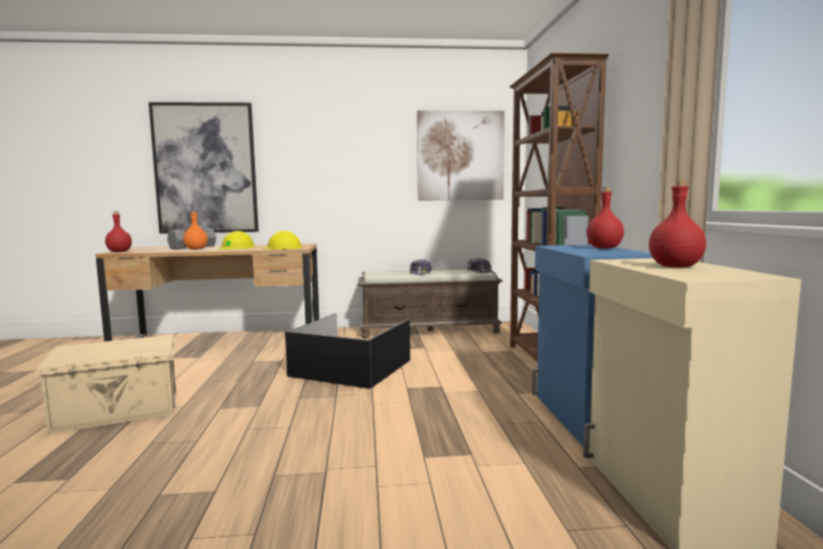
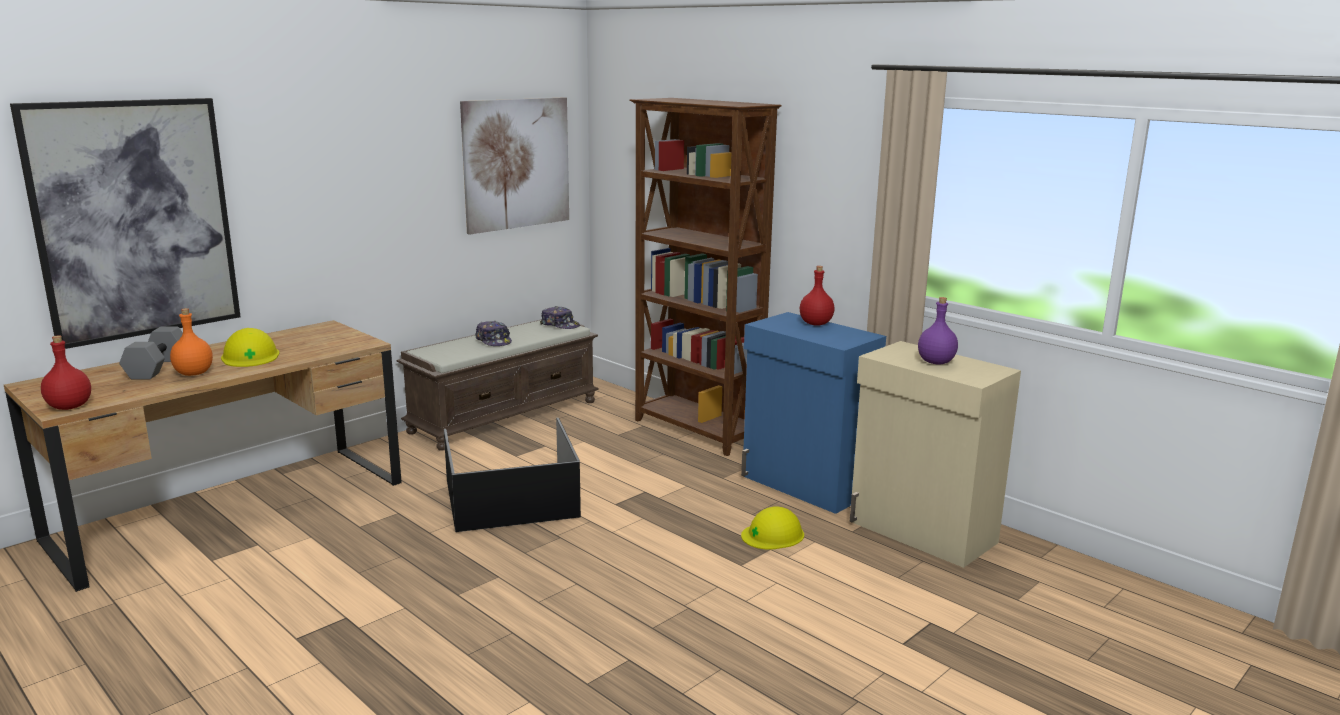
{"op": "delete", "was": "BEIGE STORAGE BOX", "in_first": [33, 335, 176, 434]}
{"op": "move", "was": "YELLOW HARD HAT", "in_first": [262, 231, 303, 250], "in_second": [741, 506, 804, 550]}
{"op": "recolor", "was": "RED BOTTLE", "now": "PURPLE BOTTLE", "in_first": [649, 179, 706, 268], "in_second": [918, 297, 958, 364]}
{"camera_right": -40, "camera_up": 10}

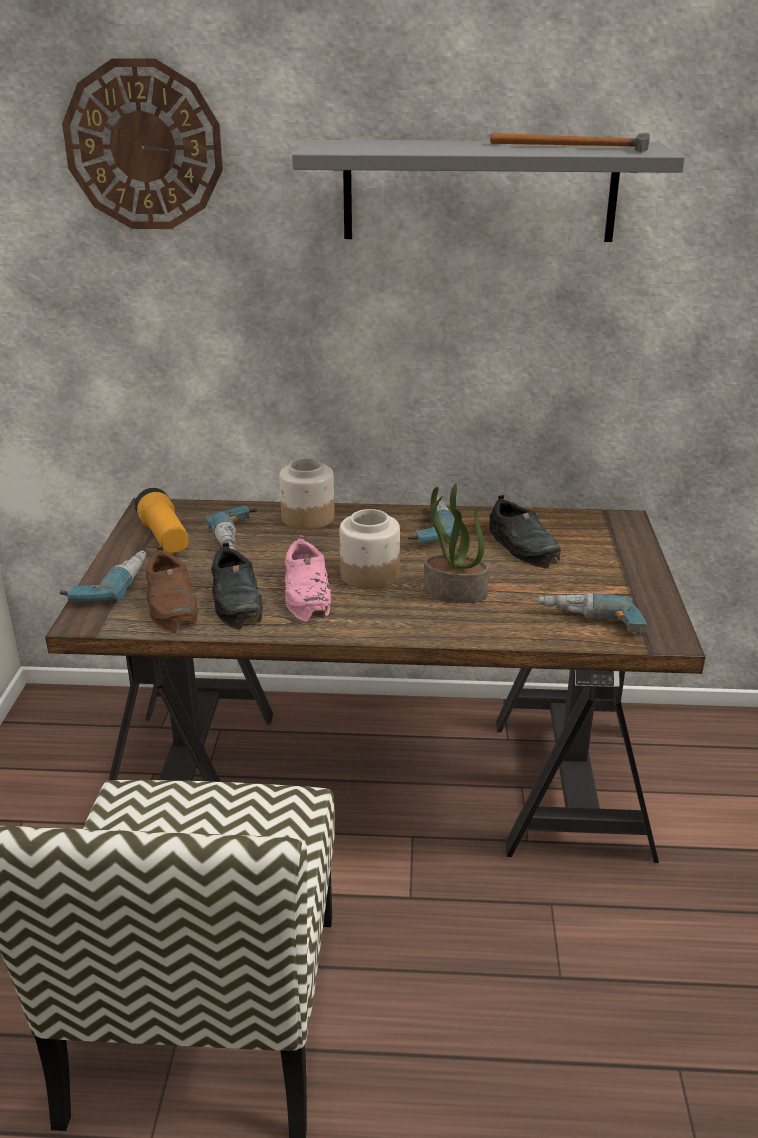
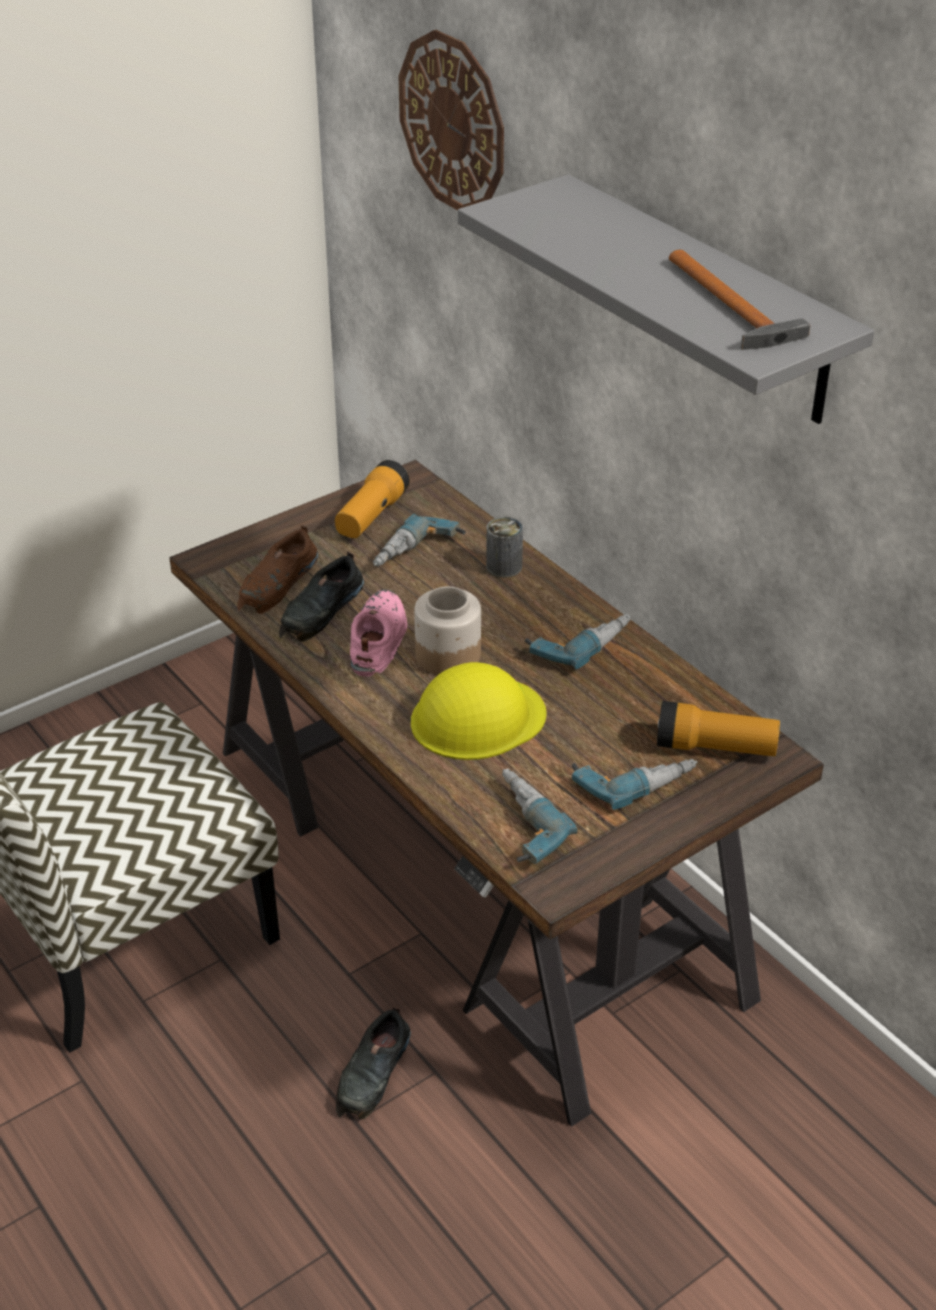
{"op": "move", "was": "POWER DRILL", "in_first": [60, 551, 146, 601], "in_second": [572, 759, 697, 810]}
{"op": "replace", "was": "JAR", "now": "CAN", "in_first": [279, 458, 335, 530], "in_second": [486, 517, 523, 578]}
{"op": "rotate", "was": "PINK SHOE", "in_first": [284, 535, 331, 622], "in_second": [350, 589, 407, 676], "clockwise": 150}
{"op": "replace", "was": "POTTED PLANT", "now": "YELLOW HARD HAT", "in_first": [423, 484, 489, 603], "in_second": [411, 662, 546, 760]}
{"op": "move", "was": "BLACK SHOE", "in_first": [489, 495, 561, 568], "in_second": [336, 1006, 411, 1119]}
{"op": "insert", "now": "FLASHLIGHT", "in_second": [657, 701, 780, 757]}
{"camera_right": 50, "camera_up": 10}

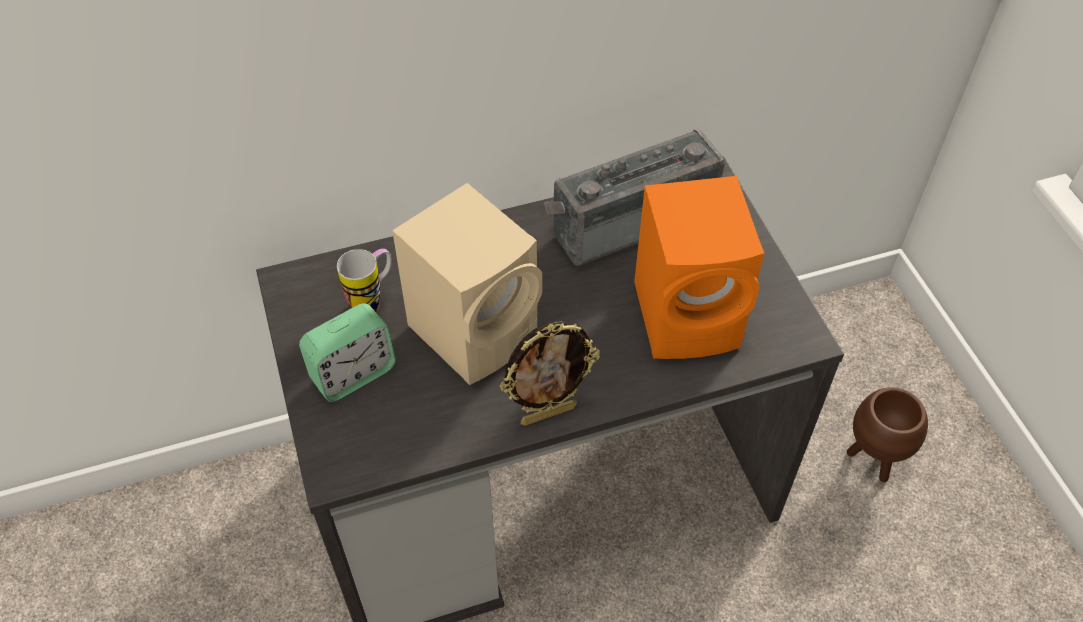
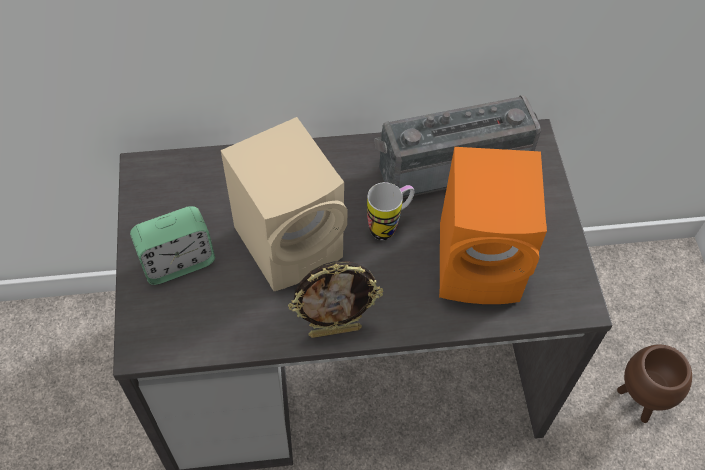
{"op": "move", "was": "MUG", "in_first": [337, 249, 392, 312], "in_second": [367, 182, 414, 240]}
{"camera_right": 10, "camera_up": 5}

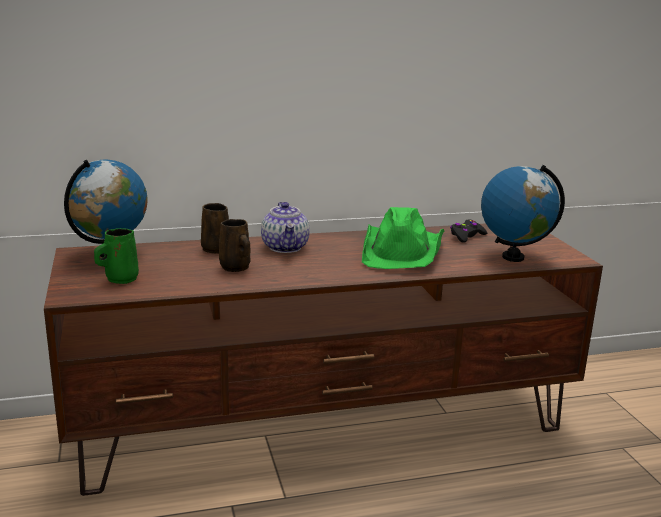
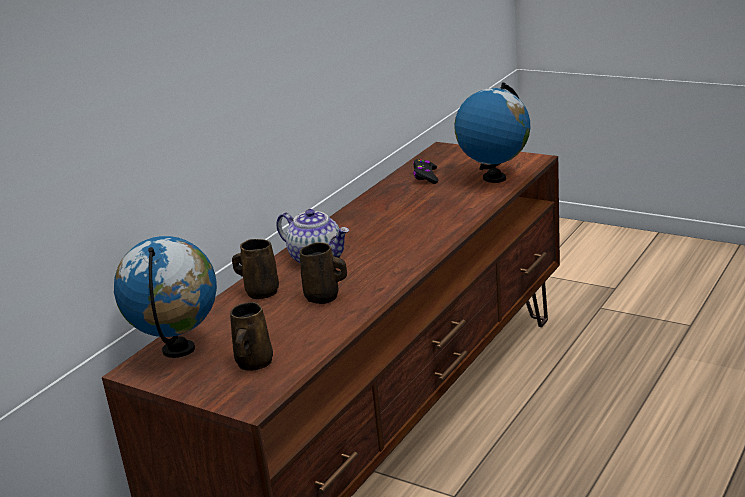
{"op": "recolor", "was": "GREEN MUG", "now": "BROWN MUG", "in_first": [94, 228, 139, 284], "in_second": [230, 302, 273, 371]}
{"op": "delete", "was": "GREEN HAT", "in_first": [362, 207, 444, 269]}
{"camera_right": -40, "camera_up": 5}

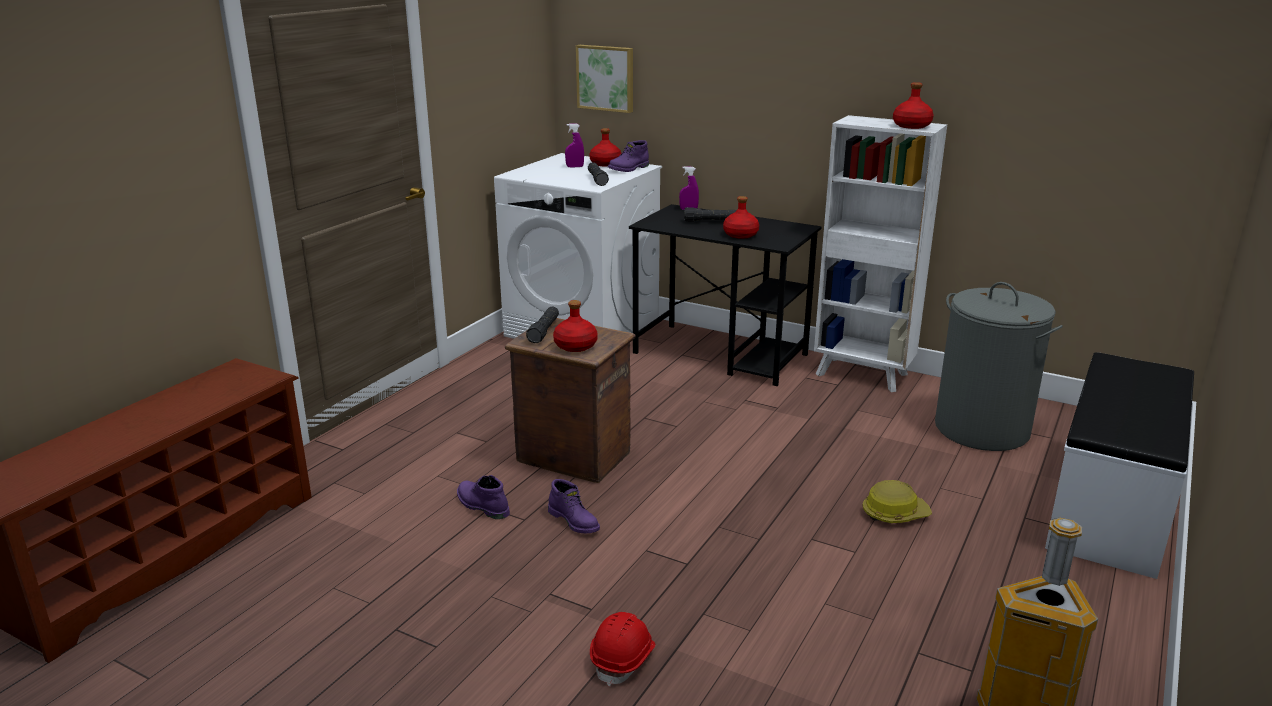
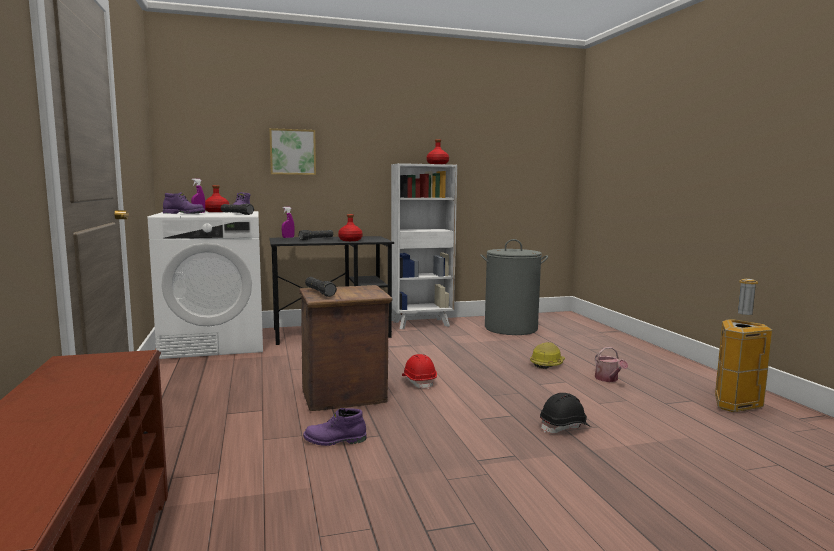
{"op": "move", "was": "PURPLE BOOT", "in_first": [548, 479, 600, 534], "in_second": [163, 192, 205, 214]}
{"op": "delete", "was": "RED BOTTLE", "in_first": [553, 300, 598, 352]}
{"op": "move", "was": "PICTURE", "in_first": [576, 45, 633, 113], "in_second": [269, 128, 316, 175]}
{"op": "move", "was": "RED HARD HAT", "in_first": [590, 612, 655, 687], "in_second": [402, 354, 437, 389]}
{"op": "delete", "was": "WHITE BENCH", "in_first": [1045, 352, 1194, 579]}
{"op": "insert", "now": "BLACK HARD HAT", "in_second": [540, 393, 591, 433]}
{"op": "insert", "now": "WATERING CAN", "in_second": [595, 347, 628, 382]}
{"camera_right": -45, "camera_up": -15}

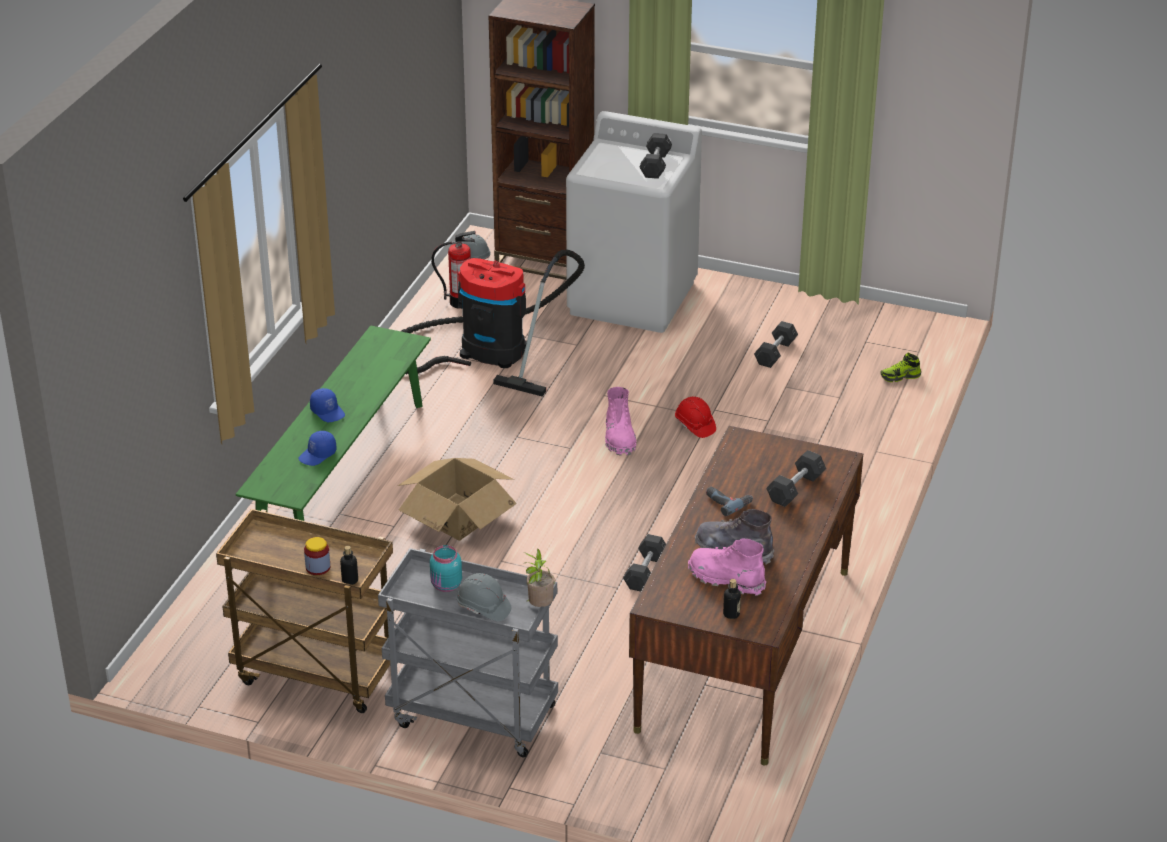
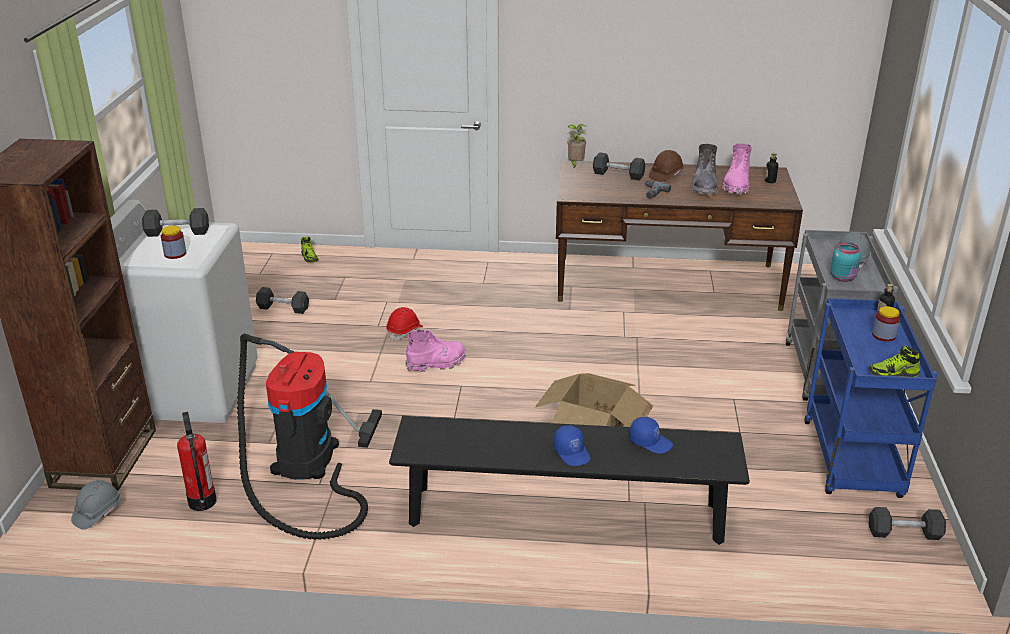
{"op": "recolor", "was": "BROWN CART", "now": "BLUE CART", "in_first": [216, 509, 393, 713], "in_second": [804, 298, 937, 498]}
{"op": "recolor", "was": "GREEN BENCH", "now": "BLACK BENCH", "in_first": [236, 325, 431, 521], "in_second": [389, 416, 750, 545]}
{"op": "rotate", "was": "BLUE CAP", "in_first": [310, 388, 345, 422], "in_second": [553, 425, 591, 466], "clockwise": 120}
{"op": "move", "was": "POTTED PLANT", "in_first": [523, 548, 555, 607], "in_second": [567, 124, 587, 169]}
{"op": "move", "was": "GREY DUMBBELL", "in_first": [623, 534, 666, 592], "in_second": [869, 507, 946, 540]}
{"op": "insert", "now": "JAR", "in_second": [161, 226, 186, 259]}
{"op": "insert", "now": "BROWN HARD HAT", "in_second": [649, 150, 684, 182]}
{"op": "insert", "now": "SHOE", "in_second": [869, 345, 920, 377]}
{"camera_right": -105, "camera_up": -5}

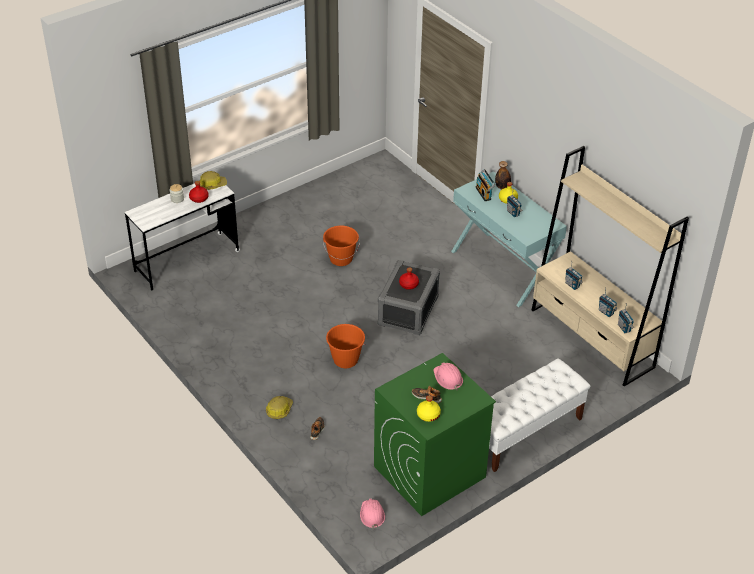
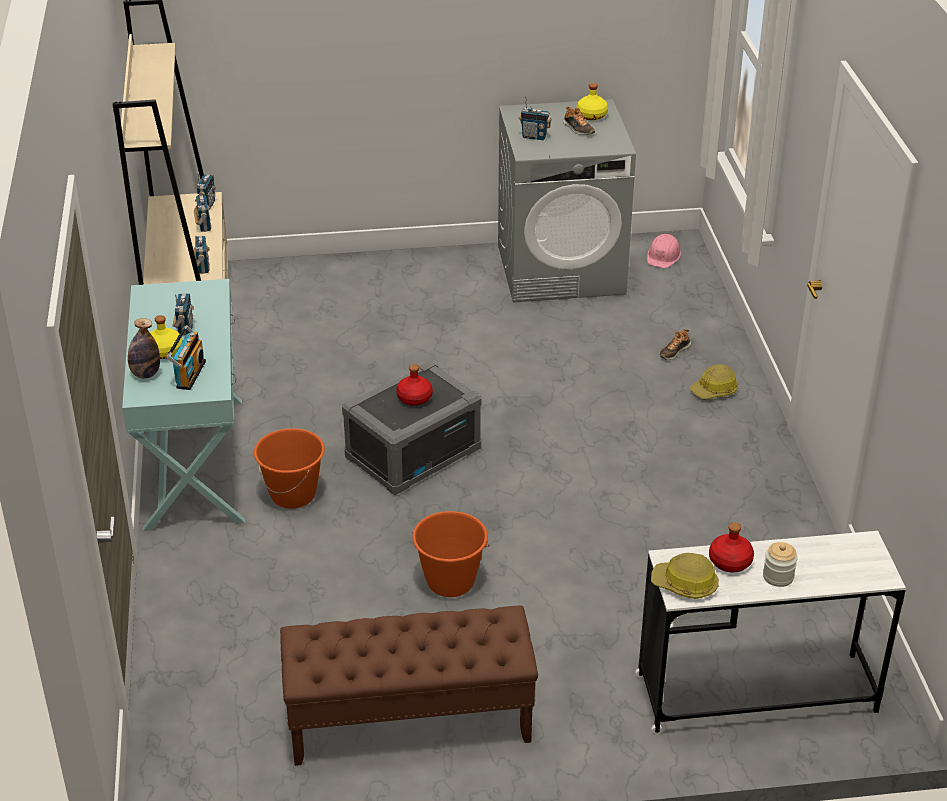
{"op": "move", "was": "ORANGE BUCKET", "in_first": [326, 324, 366, 368], "in_second": [254, 428, 325, 509]}
{"op": "recolor", "was": "GREEN WASHING MACHINE", "now": "GREY WASHING MACHINE", "in_first": [374, 353, 496, 516], "in_second": [498, 99, 636, 302]}
{"op": "replace", "was": "PINK HARD HAT", "now": "RADIO", "in_first": [434, 362, 463, 390], "in_second": [519, 95, 551, 140]}
{"op": "delete", "was": "WHITE BENCH", "in_first": [489, 358, 590, 472]}
{"op": "insert", "now": "BROWN BENCH", "in_second": [280, 605, 538, 766]}
{"camera_right": -150, "camera_up": -5}

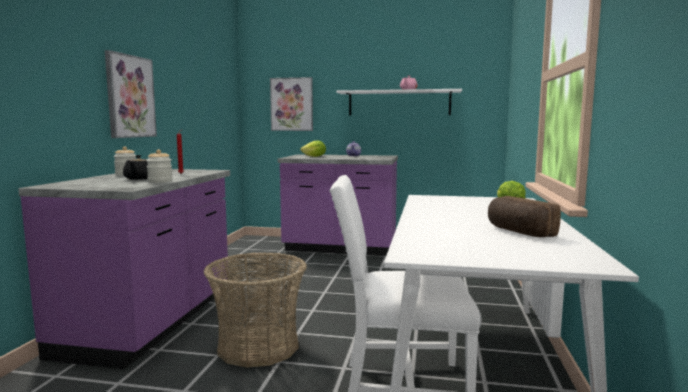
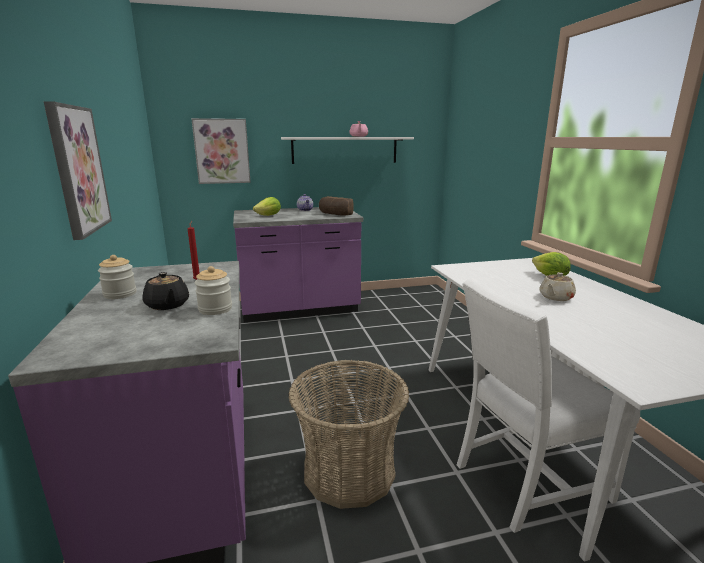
{"op": "move", "was": "BREAD", "in_first": [488, 196, 561, 237], "in_second": [319, 196, 353, 216]}
{"op": "insert", "now": "BEIGE TEAPOT", "in_second": [539, 272, 576, 301]}
{"camera_right": -25, "camera_up": 10}

